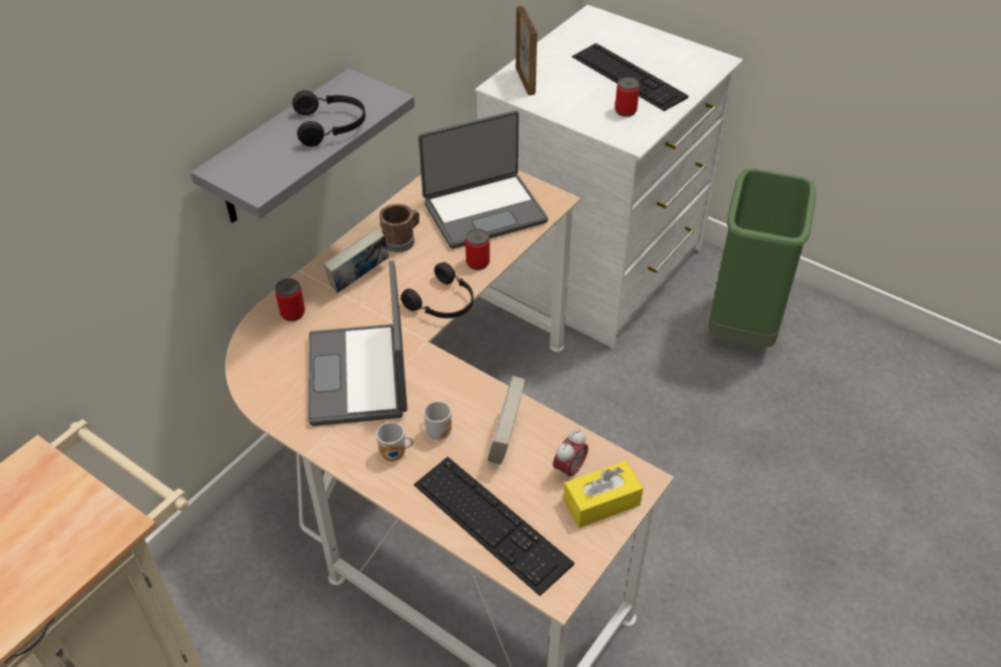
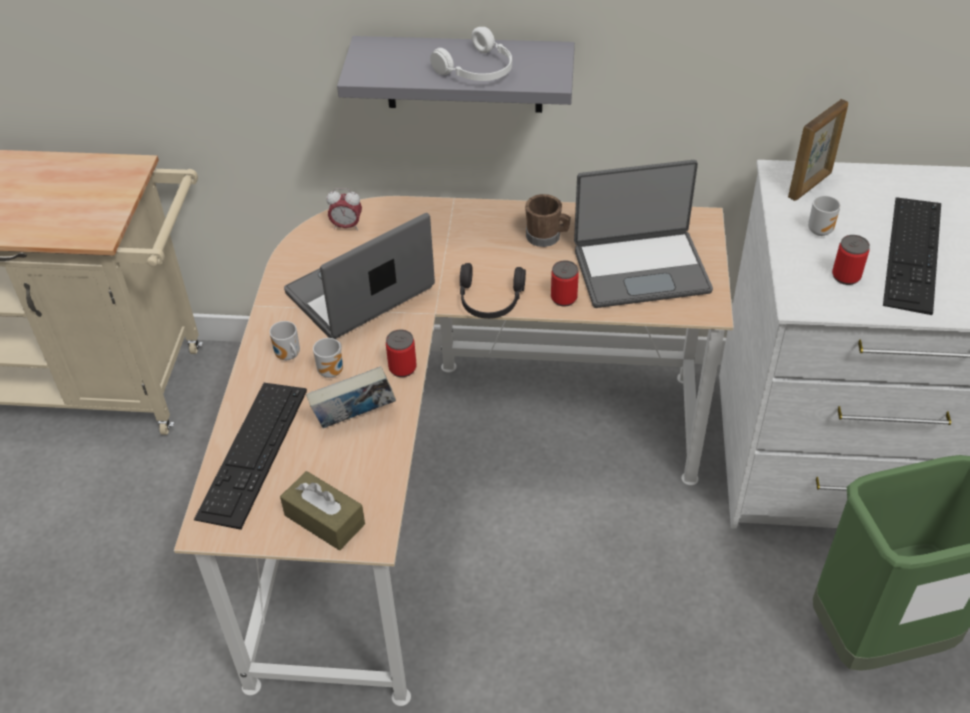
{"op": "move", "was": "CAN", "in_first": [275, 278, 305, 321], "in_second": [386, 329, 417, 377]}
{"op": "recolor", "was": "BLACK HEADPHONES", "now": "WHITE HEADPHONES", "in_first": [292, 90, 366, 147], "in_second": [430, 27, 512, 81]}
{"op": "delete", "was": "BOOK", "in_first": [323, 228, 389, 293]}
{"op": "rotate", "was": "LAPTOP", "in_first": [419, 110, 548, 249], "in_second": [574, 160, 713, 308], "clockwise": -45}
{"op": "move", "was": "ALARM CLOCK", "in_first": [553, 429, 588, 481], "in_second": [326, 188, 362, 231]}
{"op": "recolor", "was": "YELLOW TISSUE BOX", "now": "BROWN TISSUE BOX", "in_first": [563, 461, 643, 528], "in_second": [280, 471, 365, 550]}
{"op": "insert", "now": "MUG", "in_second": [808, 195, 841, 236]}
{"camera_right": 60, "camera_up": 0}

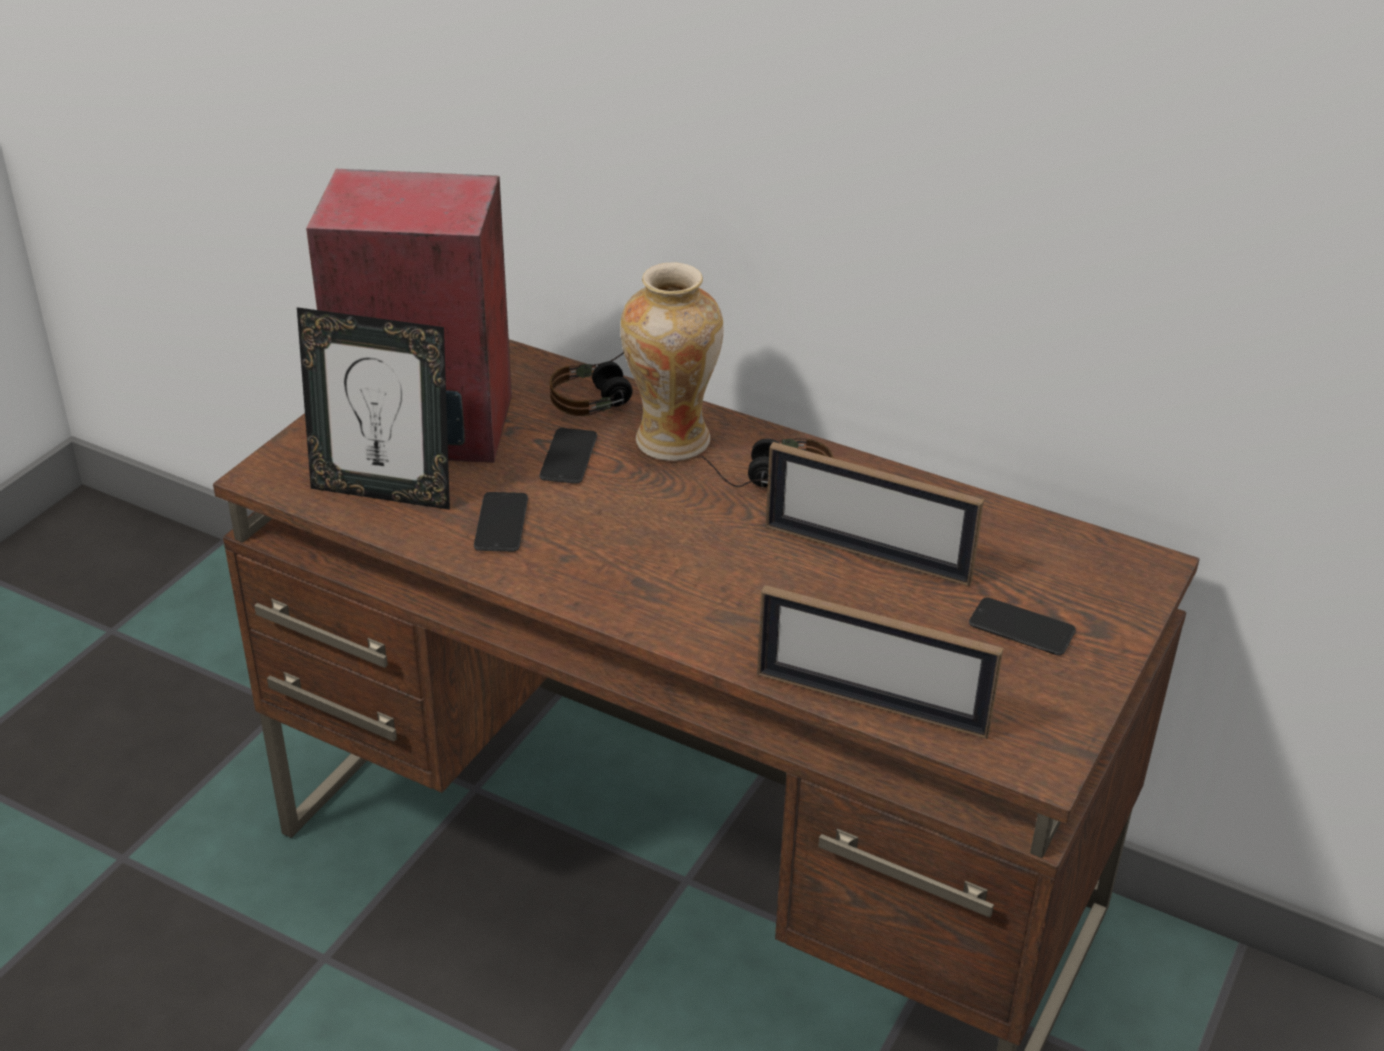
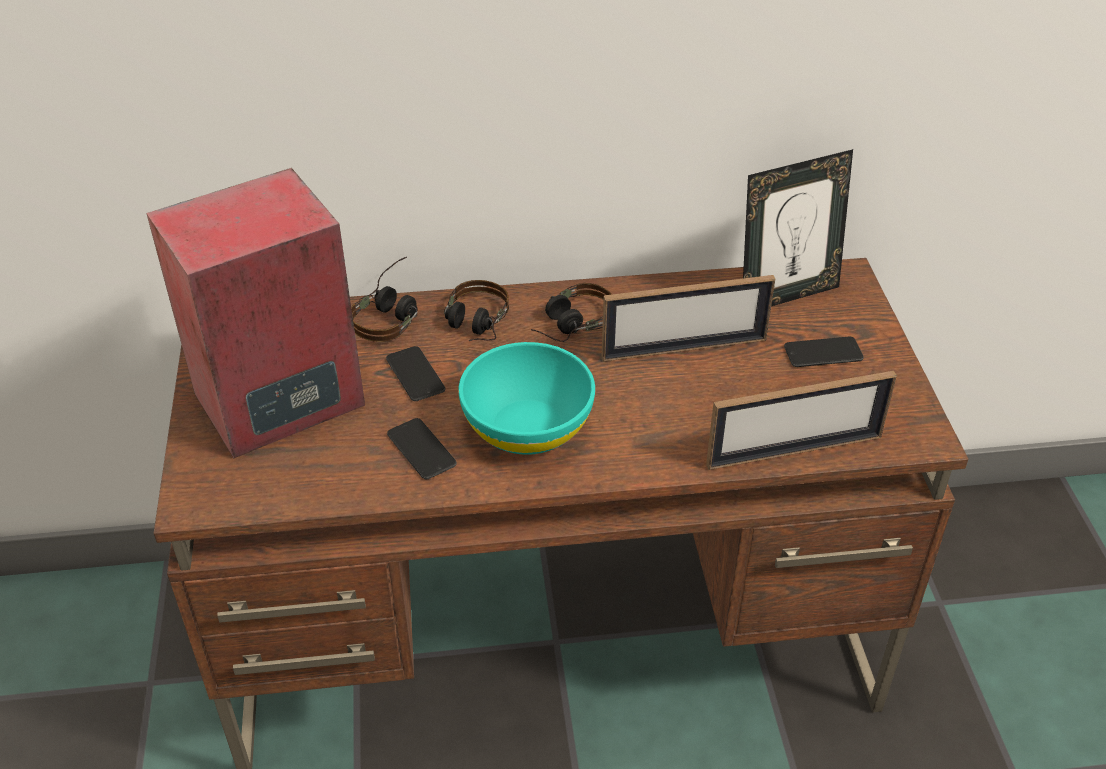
{"op": "move", "was": "PICTURE FRAME", "in_first": [297, 307, 450, 510], "in_second": [743, 149, 853, 306]}
{"op": "replace", "was": "VASE", "now": "HEADPHONES", "in_first": [620, 263, 723, 461], "in_second": [444, 280, 509, 341]}
{"op": "insert", "now": "TURQUOISE BOWL", "in_second": [458, 342, 595, 455]}
{"camera_right": -35, "camera_up": 5}

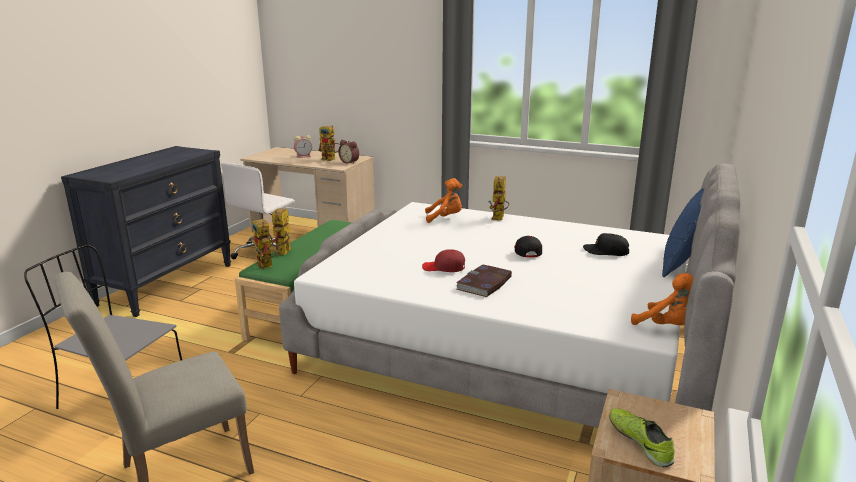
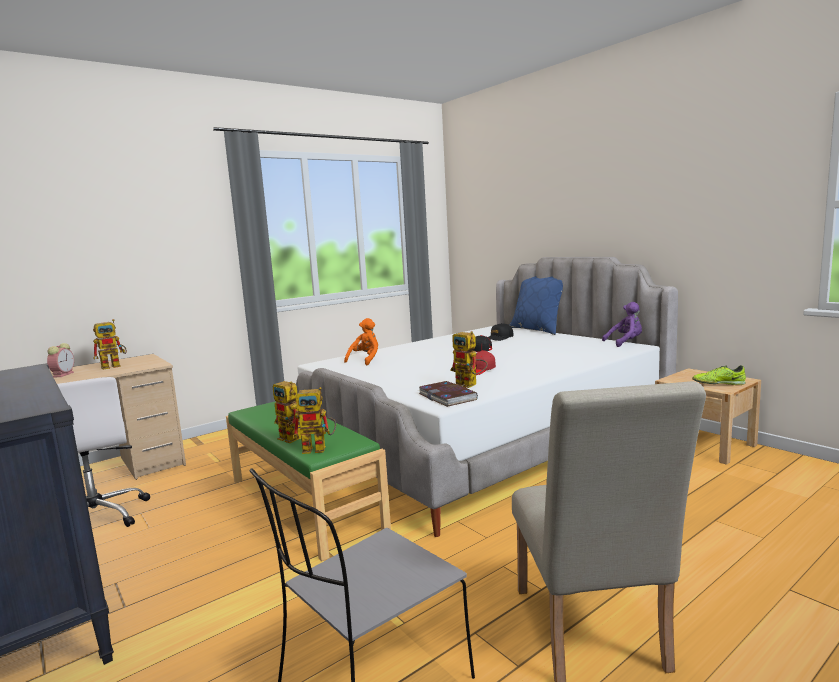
{"op": "delete", "was": "ALARM CLOCK", "in_first": [338, 140, 359, 164]}
{"op": "move", "was": "BOOK", "in_first": [456, 264, 512, 297], "in_second": [418, 381, 478, 407]}
{"op": "move", "was": "TOY ROBOT", "in_first": [488, 176, 509, 221], "in_second": [450, 331, 488, 388]}
{"op": "recolor", "was": "ORANGE PLUSH TOY", "now": "PURPLE PLUSH TOY", "in_first": [631, 273, 694, 325], "in_second": [602, 302, 642, 347]}
{"camera_right": -60, "camera_up": -10}

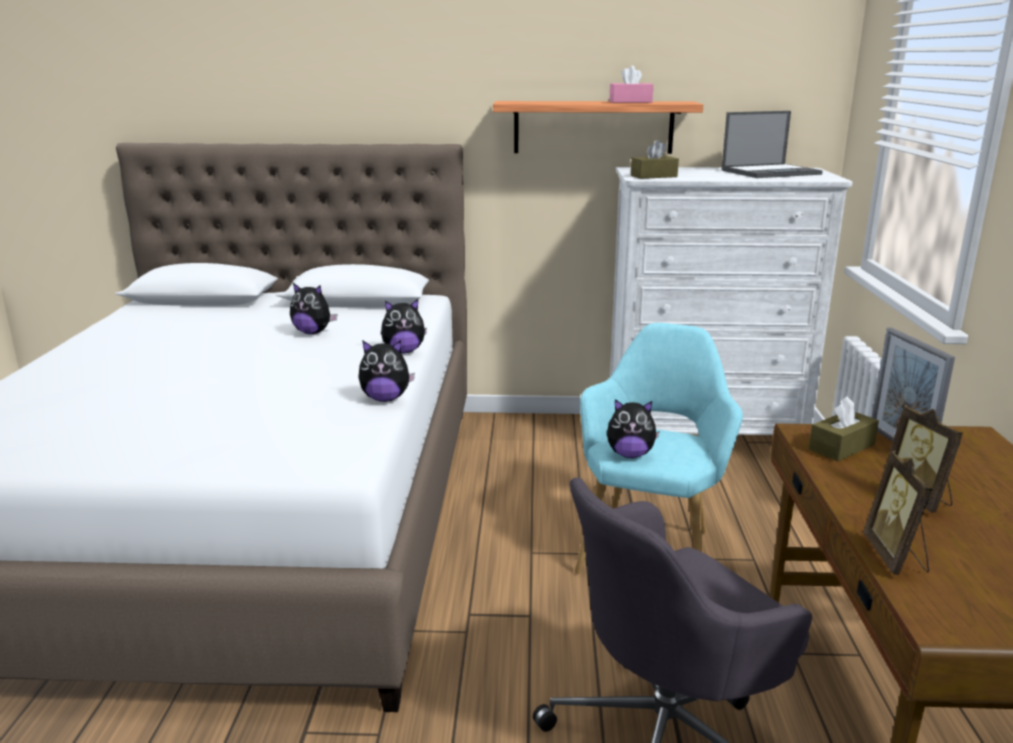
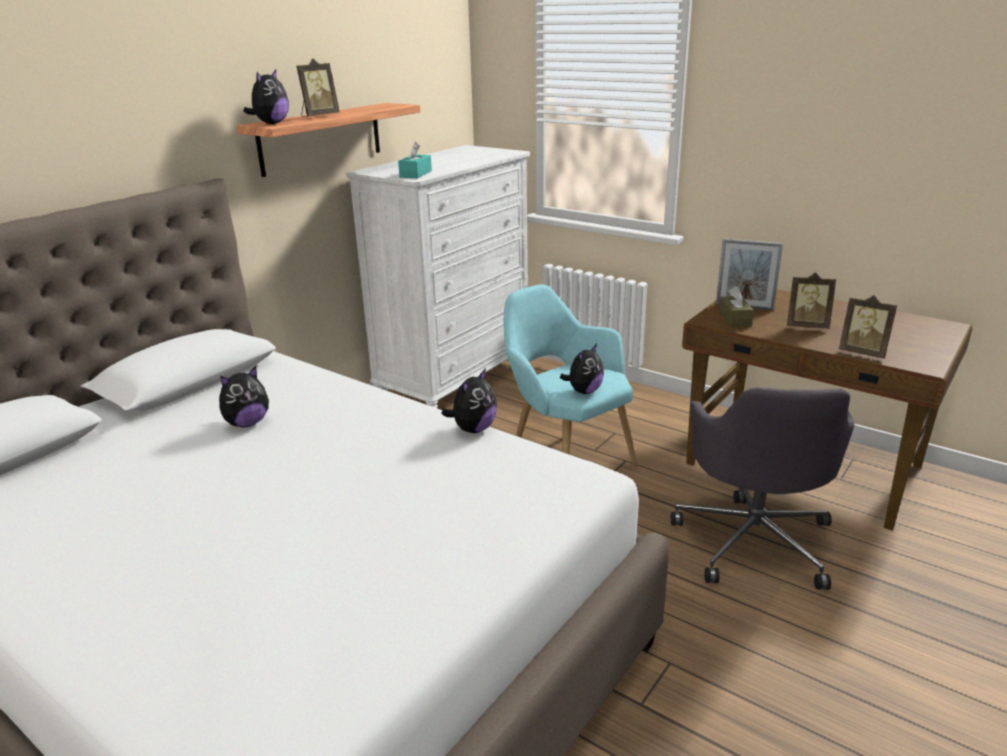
{"op": "move", "was": "PLUSH TOY", "in_first": [381, 299, 427, 353], "in_second": [243, 70, 289, 124]}
{"op": "delete", "was": "PINK TISSUE BOX", "in_first": [610, 66, 654, 103]}
{"op": "recolor", "was": "BROWN TISSUE BOX", "now": "TURQUOISE TISSUE BOX", "in_first": [631, 140, 679, 179], "in_second": [398, 142, 432, 178]}
{"op": "delete", "was": "LAPTOP", "in_first": [721, 111, 823, 178]}
{"op": "insert", "now": "PICTURE FRAME", "in_second": [297, 58, 339, 117]}
{"camera_right": -55, "camera_up": 5}

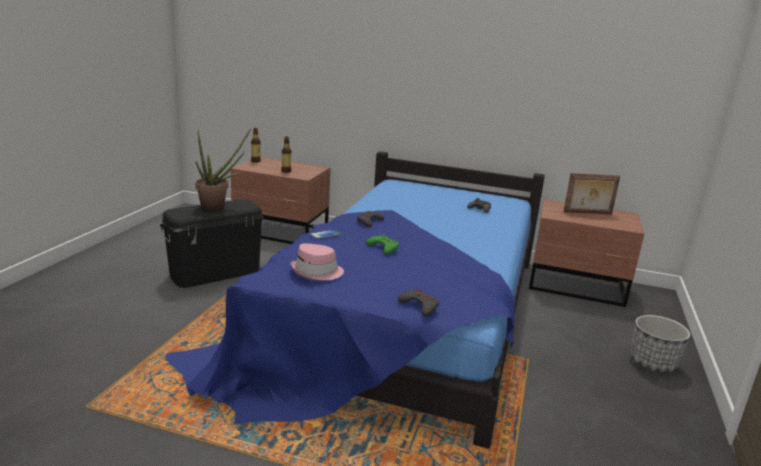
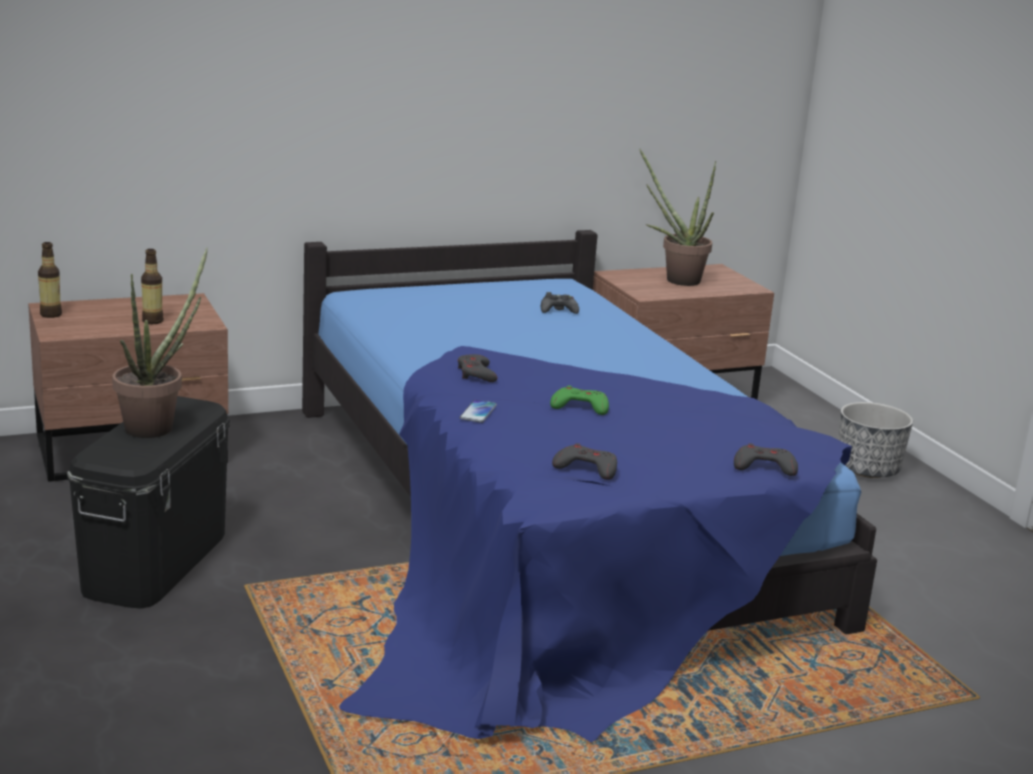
{"op": "replace", "was": "PINK HAT", "now": "GREY GAME CONTROLLER", "in_first": [290, 243, 344, 281], "in_second": [552, 443, 617, 480]}
{"op": "replace", "was": "PICTURE FRAME", "now": "POTTED PLANT", "in_first": [563, 173, 620, 214], "in_second": [639, 149, 716, 286]}
{"camera_right": -40, "camera_up": 0}

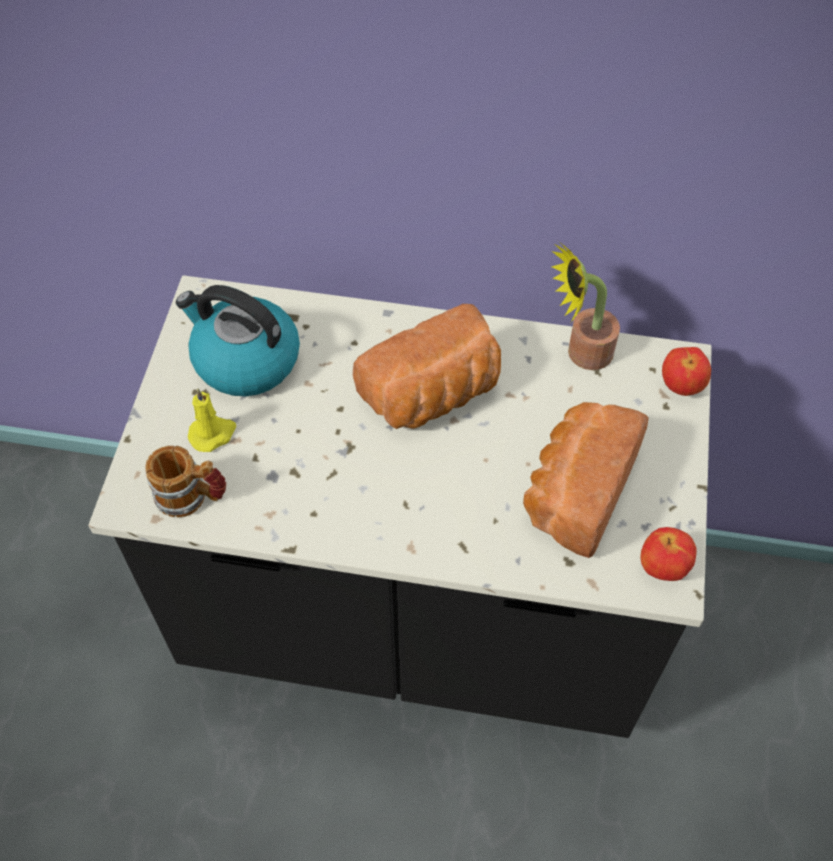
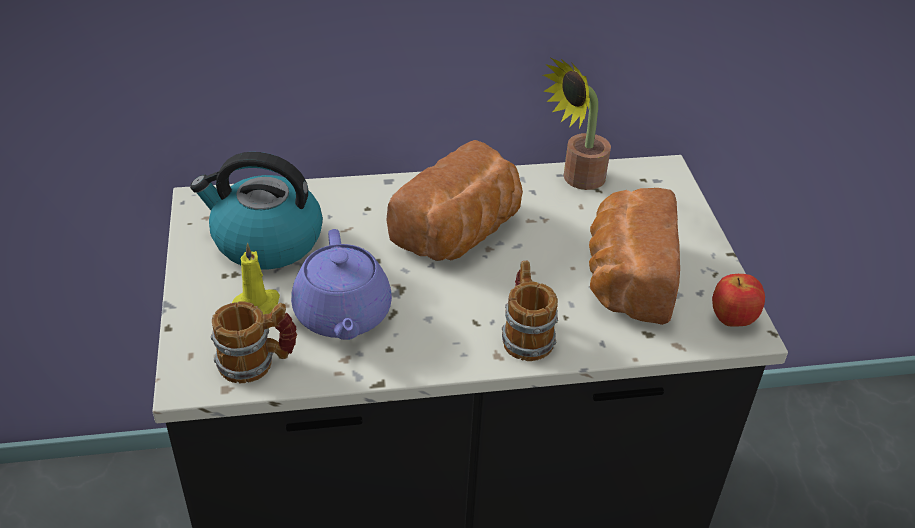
{"op": "delete", "was": "APPLE", "in_first": [662, 347, 711, 396]}
{"op": "insert", "now": "PURPLE TEAPOT", "in_second": [291, 229, 392, 340]}
{"op": "insert", "now": "MUG", "in_second": [502, 261, 558, 361]}
{"camera_right": -20, "camera_up": -15}

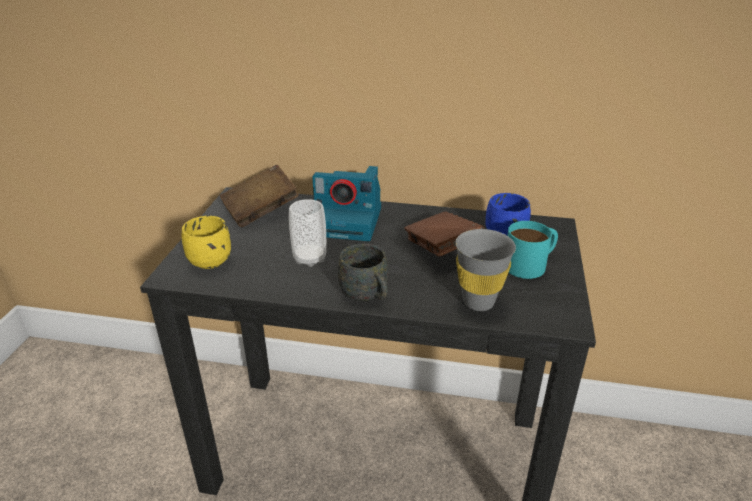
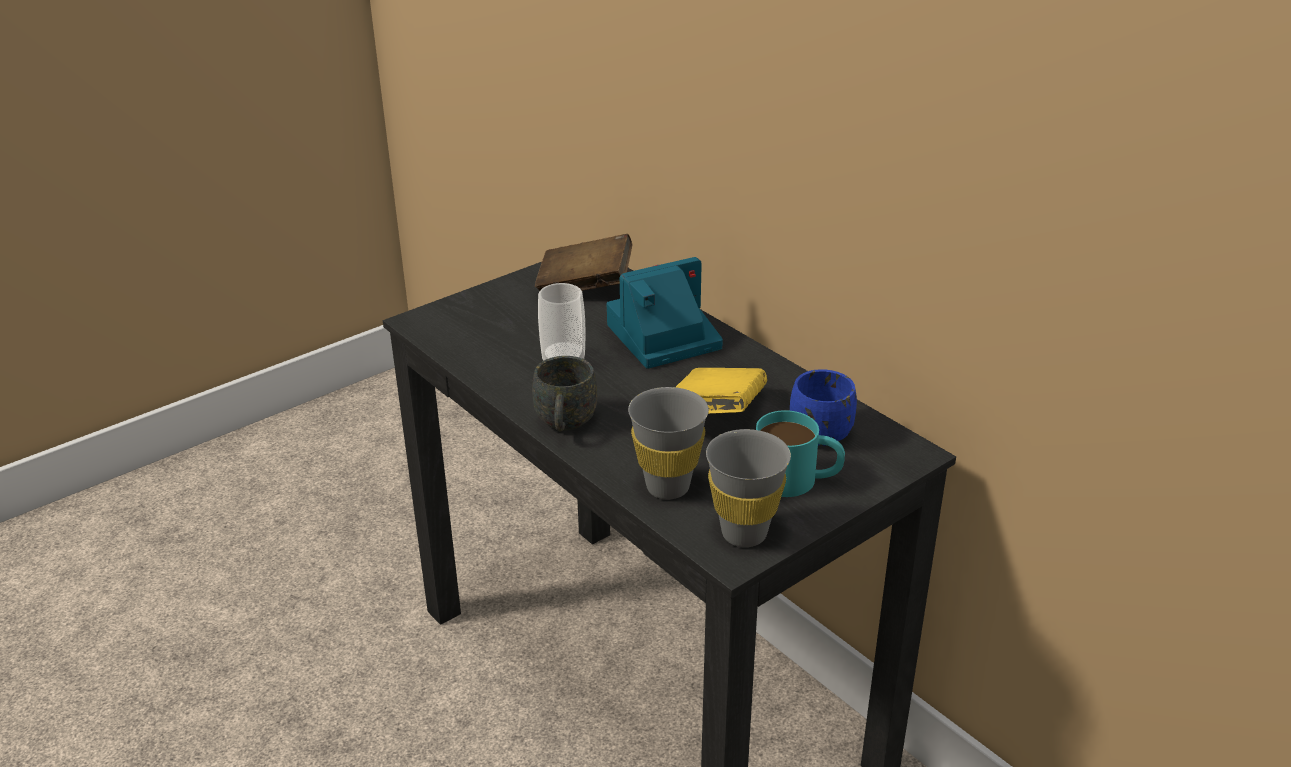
{"op": "delete", "was": "YELLOW MUG", "in_first": [181, 216, 231, 269]}
{"op": "rotate", "was": "PHOTO CAMERA", "in_first": [312, 166, 381, 241], "in_second": [607, 257, 723, 369], "clockwise": 105}
{"op": "recolor", "was": "BROWN BOOK", "now": "YELLOW BOOK", "in_first": [404, 212, 484, 257], "in_second": [676, 368, 767, 414]}
{"op": "insert", "now": "GREY CUP", "in_second": [706, 429, 791, 547]}
{"camera_right": 40, "camera_up": 0}

